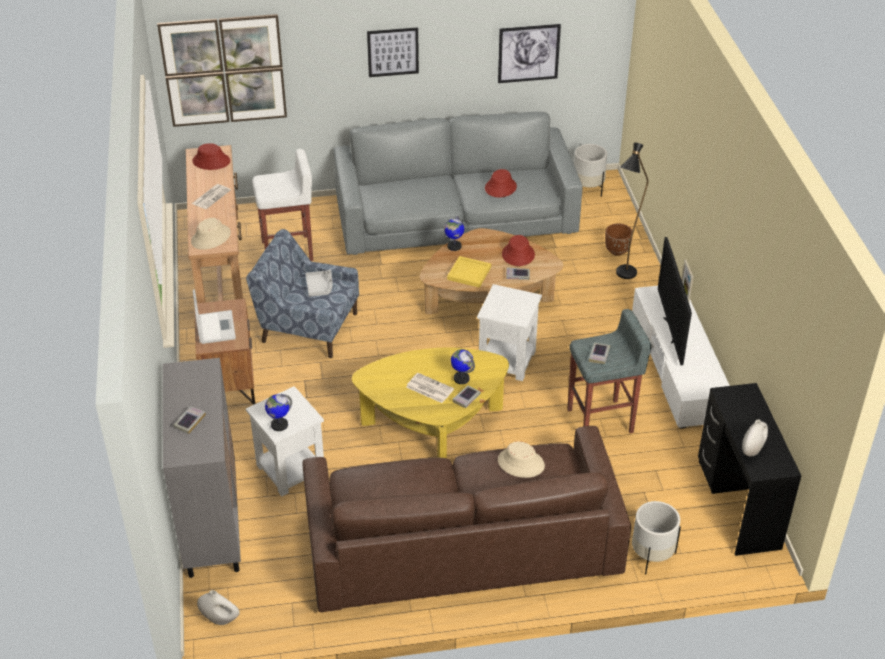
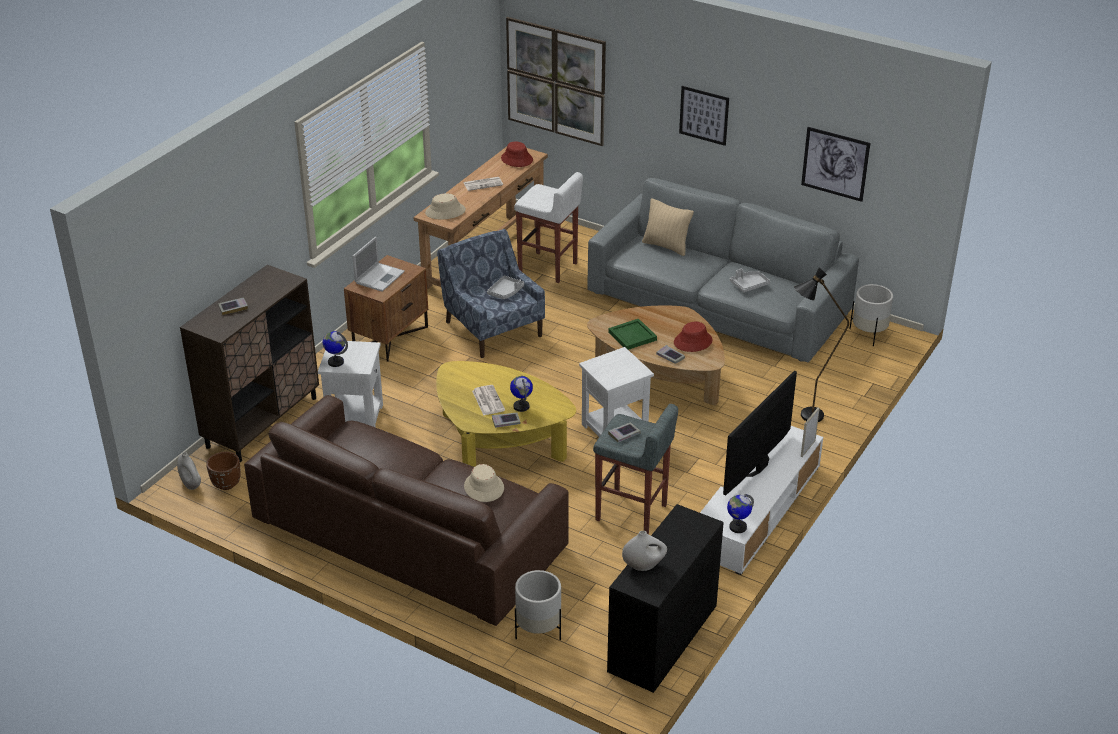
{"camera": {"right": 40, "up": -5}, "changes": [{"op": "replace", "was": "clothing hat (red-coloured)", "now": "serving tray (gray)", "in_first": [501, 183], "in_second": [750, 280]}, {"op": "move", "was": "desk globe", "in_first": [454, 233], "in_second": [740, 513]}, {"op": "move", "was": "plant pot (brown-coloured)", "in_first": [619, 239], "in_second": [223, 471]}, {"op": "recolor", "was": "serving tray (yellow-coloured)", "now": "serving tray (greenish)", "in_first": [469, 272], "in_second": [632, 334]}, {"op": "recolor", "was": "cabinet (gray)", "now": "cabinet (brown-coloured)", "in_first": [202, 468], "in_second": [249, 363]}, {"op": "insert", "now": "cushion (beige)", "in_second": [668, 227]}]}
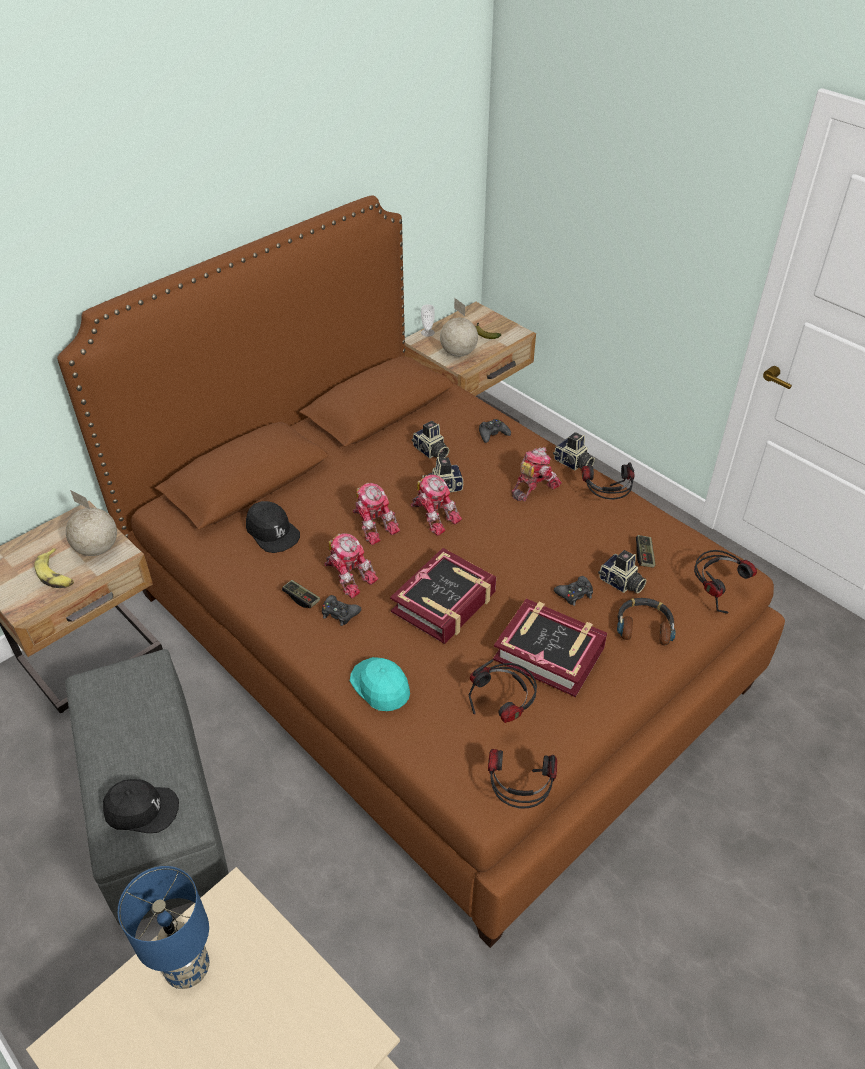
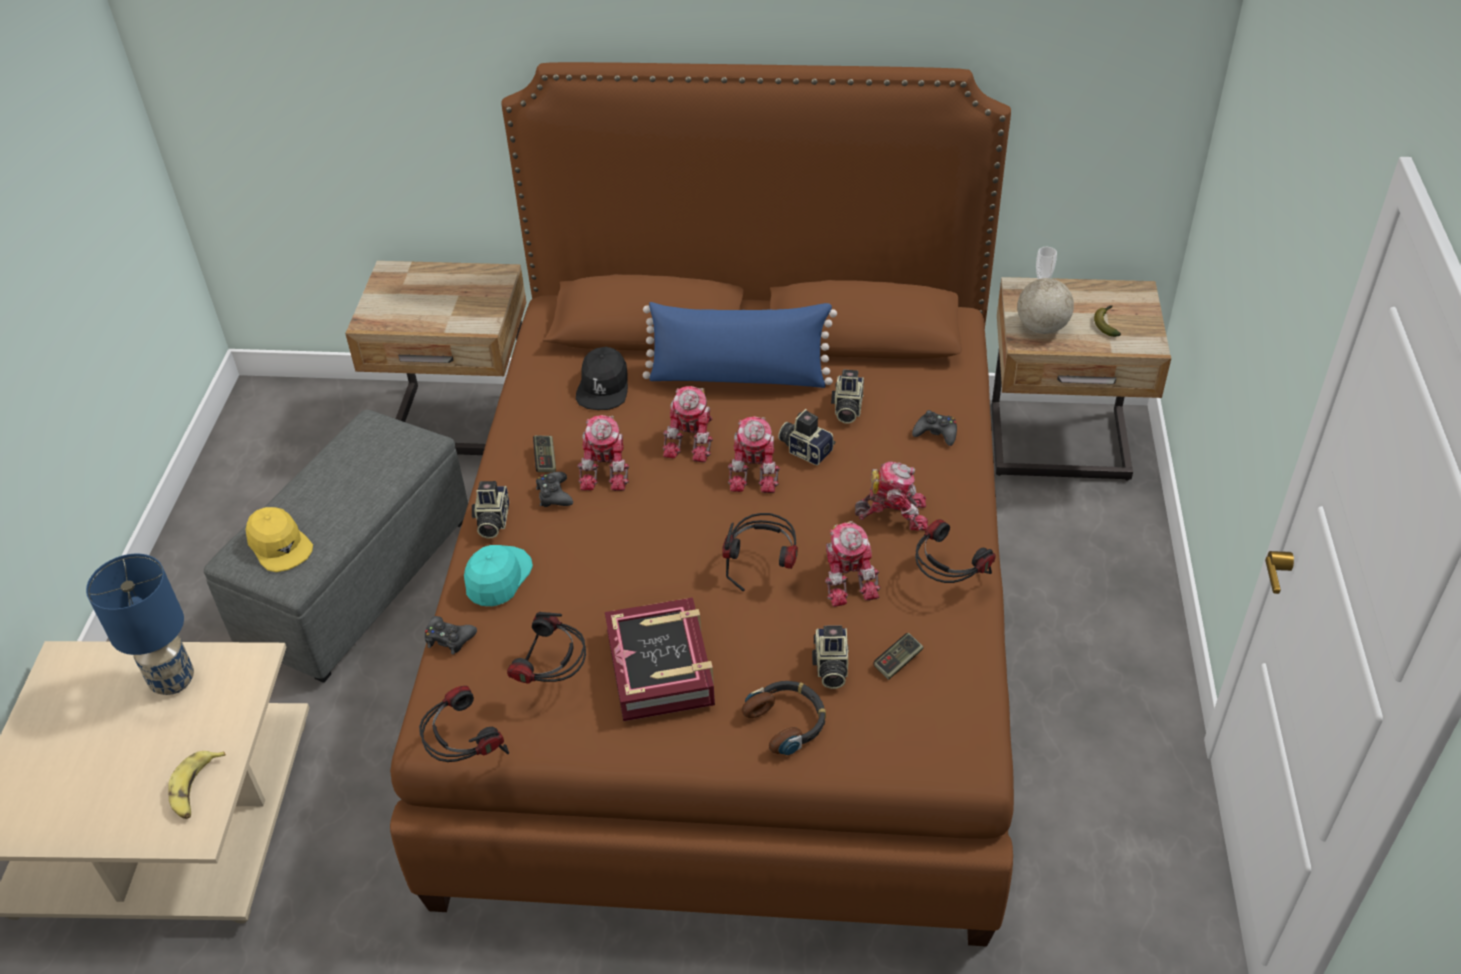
{"camera": {"right": 50, "up": 0}, "changes": [{"op": "move", "was": "still camera", "in_first": [574, 451], "in_second": [490, 510]}, {"op": "delete", "was": "desk globe", "in_first": [91, 523]}, {"op": "move", "was": "banana", "in_first": [54, 568], "in_second": [197, 785]}, {"op": "delete", "was": "bound book", "in_first": [443, 596]}, {"op": "move", "was": "pair of headphones", "in_first": [725, 582], "in_second": [760, 552]}, {"op": "move", "was": "game controller (blackish)", "in_first": [573, 591], "in_second": [451, 635]}, {"op": "recolor", "was": "cap (blackish)", "now": "cap (yellow-coloured)", "in_first": [141, 806], "in_second": [279, 539]}, {"op": "insert", "now": "cushion (bluish)", "in_second": [740, 345]}, {"op": "insert", "now": "model robot", "in_second": [852, 564]}]}
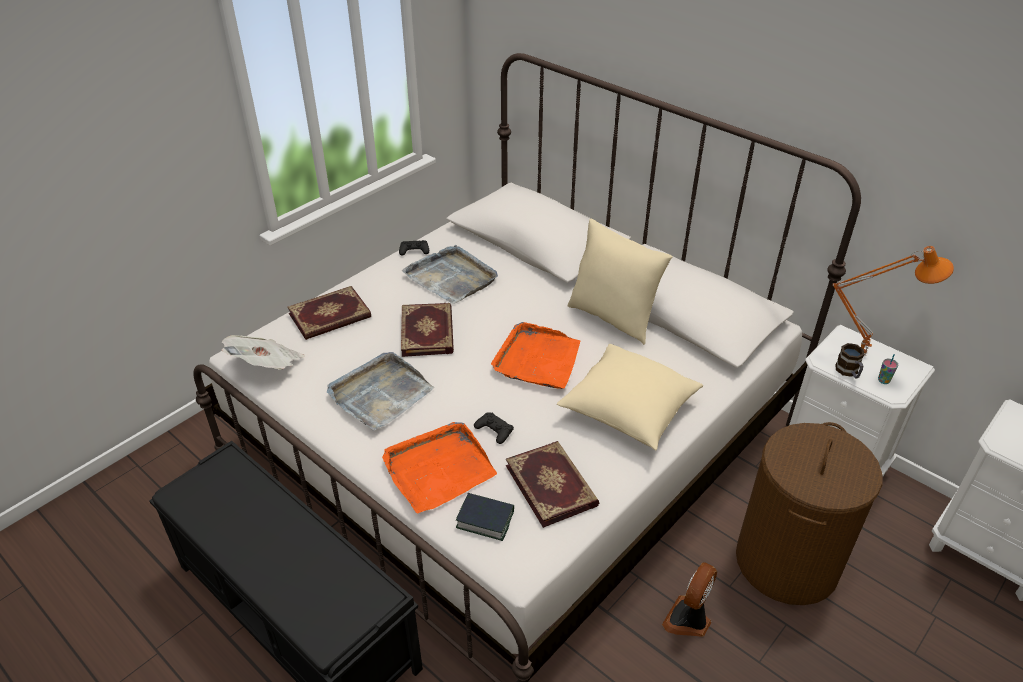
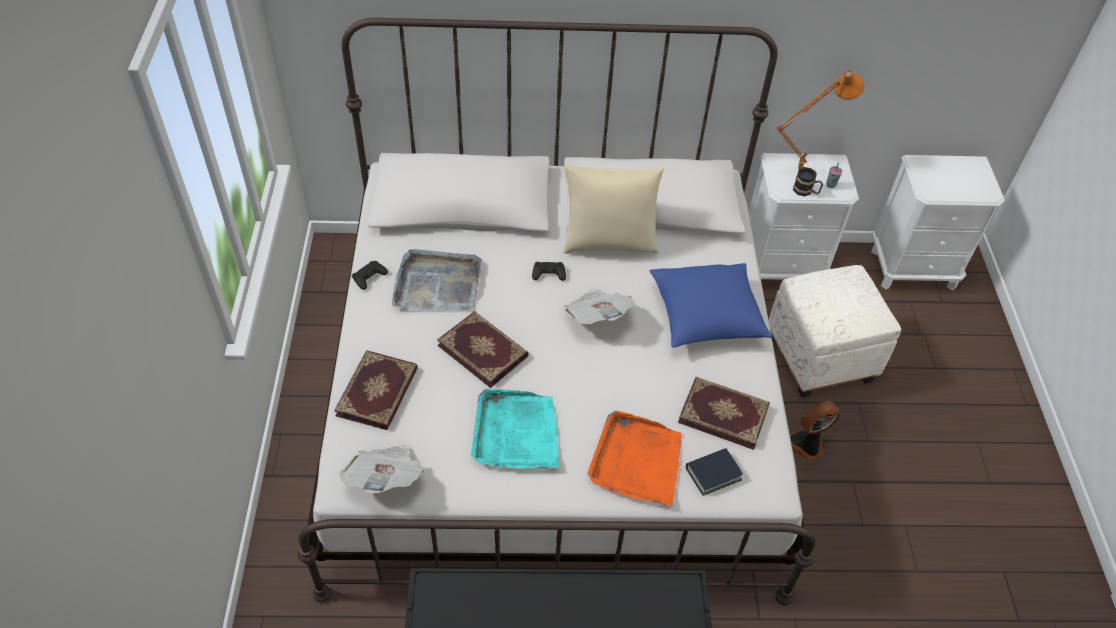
{"camera": {"right": -45, "up": 10}, "changes": [{"op": "replace", "was": "serving tray (orange)", "now": "printed paper", "in_first": [535, 355], "in_second": [599, 306]}, {"op": "recolor", "was": "cushion (beige)", "now": "cushion (bluish)", "in_first": [630, 397], "in_second": [711, 305]}, {"op": "recolor", "was": "serving tray (gray)", "now": "serving tray (turquoise-coloured)", "in_first": [380, 391], "in_second": [515, 428]}, {"op": "move", "was": "game controller (blackish)", "in_first": [494, 428], "in_second": [549, 271]}, {"op": "replace", "was": "laundry basket (brown-coloured)", "now": "pouffe (white)", "in_first": [809, 513], "in_second": [835, 331]}, {"op": "rotate", "was": "cooling fan", "in_first": [689, 599], "in_second": [815, 431], "clockwise": 75}]}
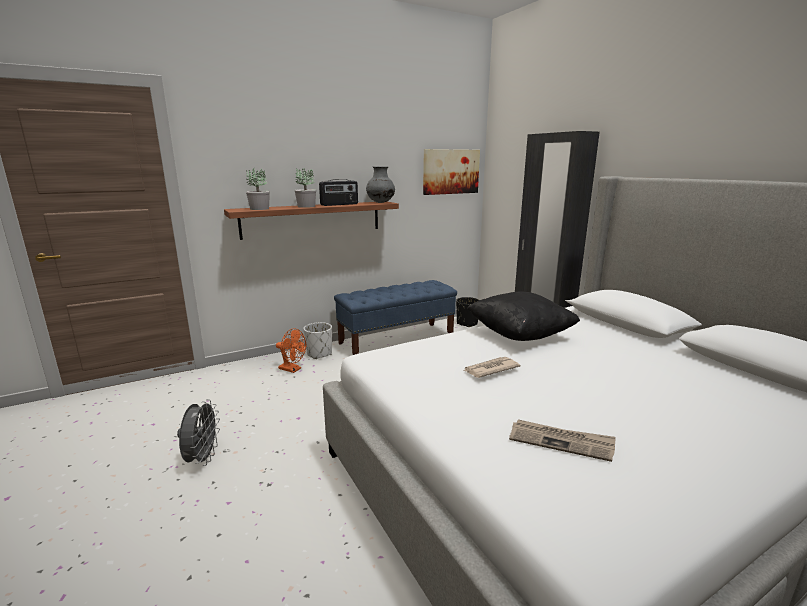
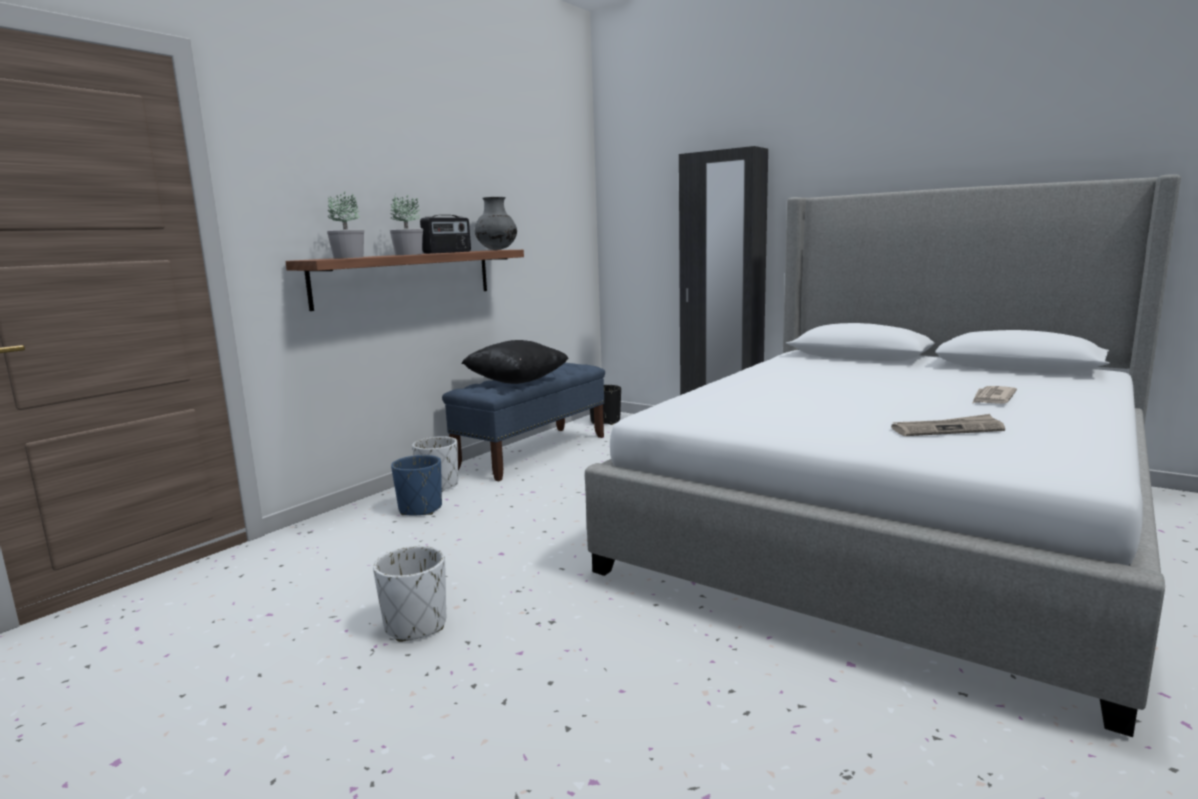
{"camera": {"right": -25, "up": -5}, "changes": [{"op": "delete", "was": "picture", "in_first": [451, 172]}, {"op": "move", "was": "cushion (blackish)", "in_first": [523, 316], "in_second": [514, 362]}, {"op": "replace", "was": "cooling fan (orange)", "now": "plant pot (bluish)", "in_first": [291, 350], "in_second": [416, 485]}, {"op": "move", "was": "printed paper", "in_first": [492, 367], "in_second": [994, 395]}, {"op": "replace", "was": "cooling fan (gray)", "now": "plant pot (white)", "in_first": [198, 432], "in_second": [409, 594]}]}
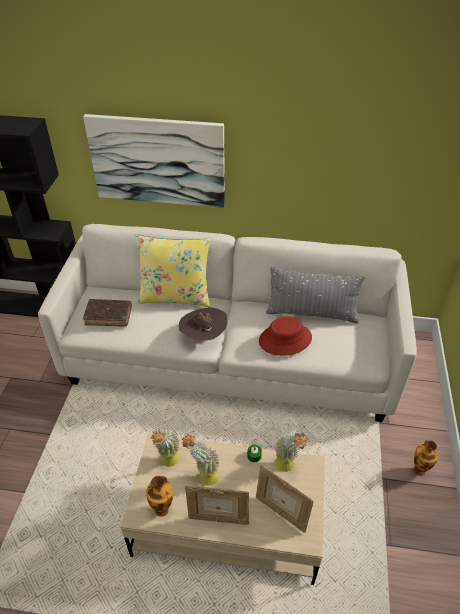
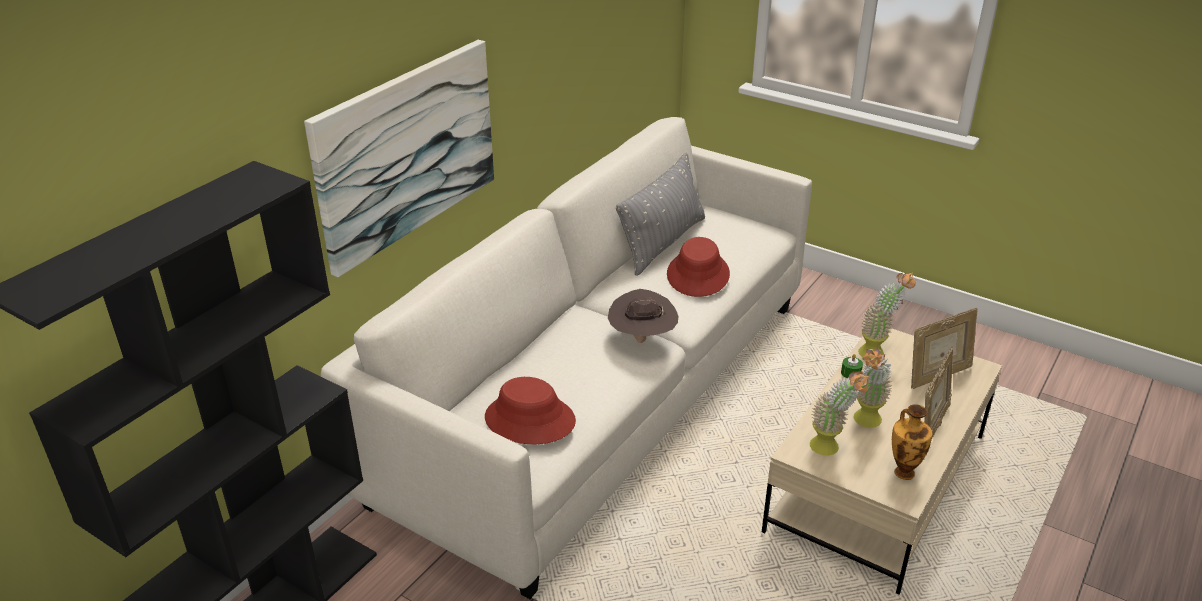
{"camera": {"right": -65, "up": -10}, "changes": [{"op": "delete", "was": "cushion (yellow-coloured)", "in_first": [173, 270]}, {"op": "replace", "was": "bound book (brown-coloured)", "now": "clothing hat (red-coloured)", "in_first": [107, 313], "in_second": [530, 410]}, {"op": "delete", "was": "decorative vase", "in_first": [426, 458]}]}
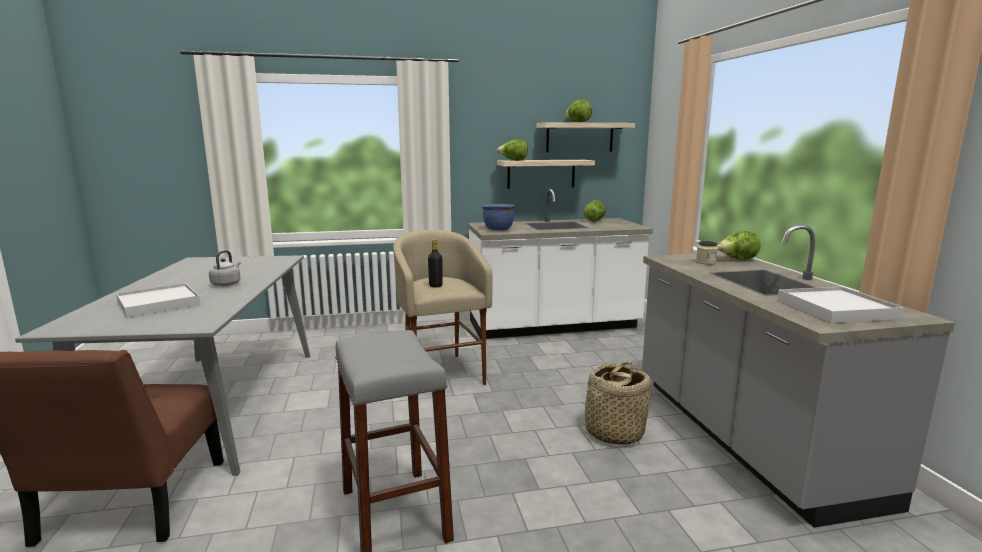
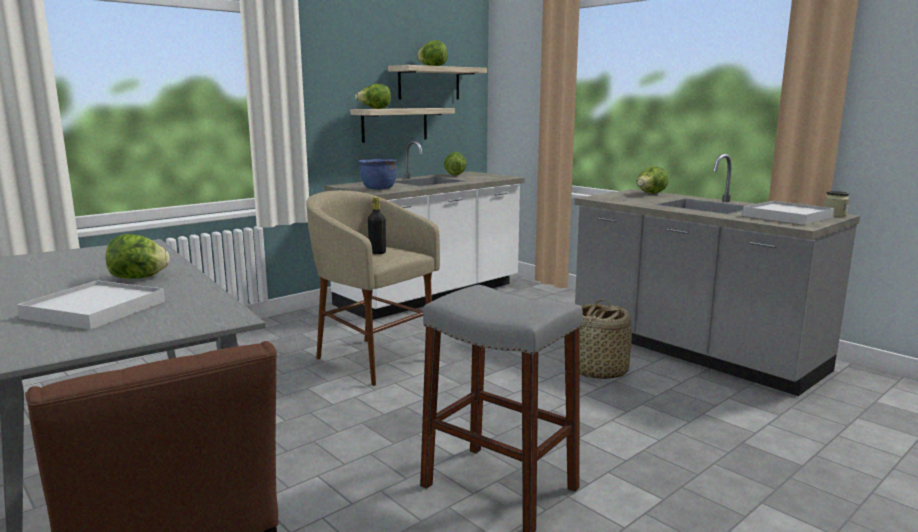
{"camera": {"right": -30, "up": 0}, "changes": [{"op": "move", "was": "storage jar", "in_first": [707, 253], "in_second": [836, 204]}, {"op": "replace", "was": "water kettle (gray)", "now": "lettuce head", "in_first": [225, 268], "in_second": [138, 256]}]}
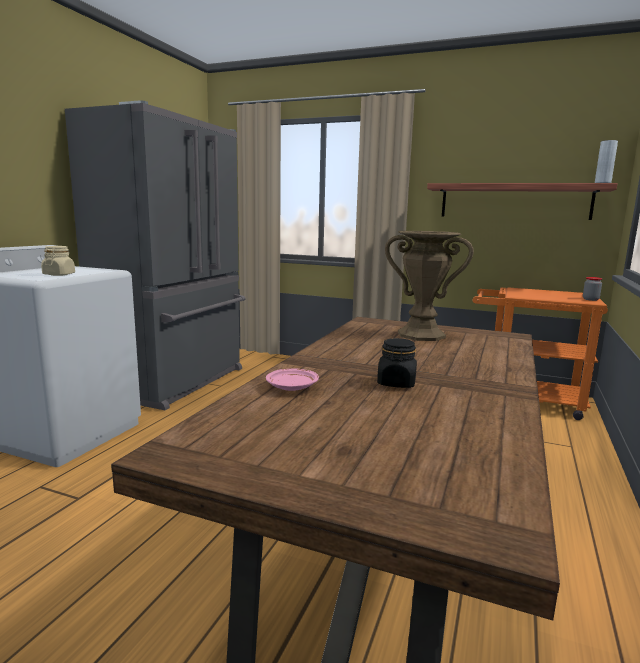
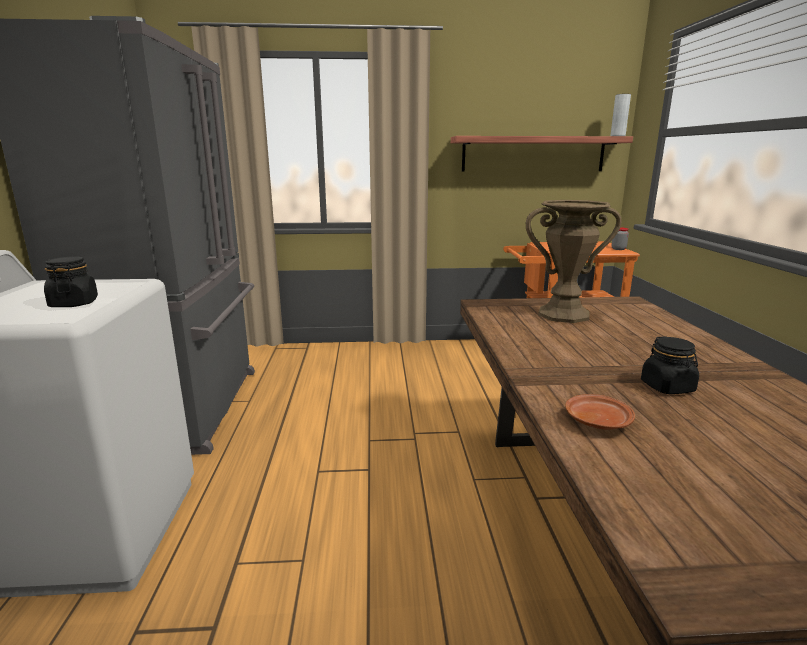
{"camera": {"right": -25, "up": 5}, "changes": [{"op": "recolor", "was": "storage jar (beige)", "now": "storage jar (blackish)", "in_first": [58, 261], "in_second": [71, 282]}, {"op": "recolor", "was": "dinner plate (pinkish)", "now": "dinner plate (brown-coloured)", "in_first": [292, 380], "in_second": [600, 412]}]}
